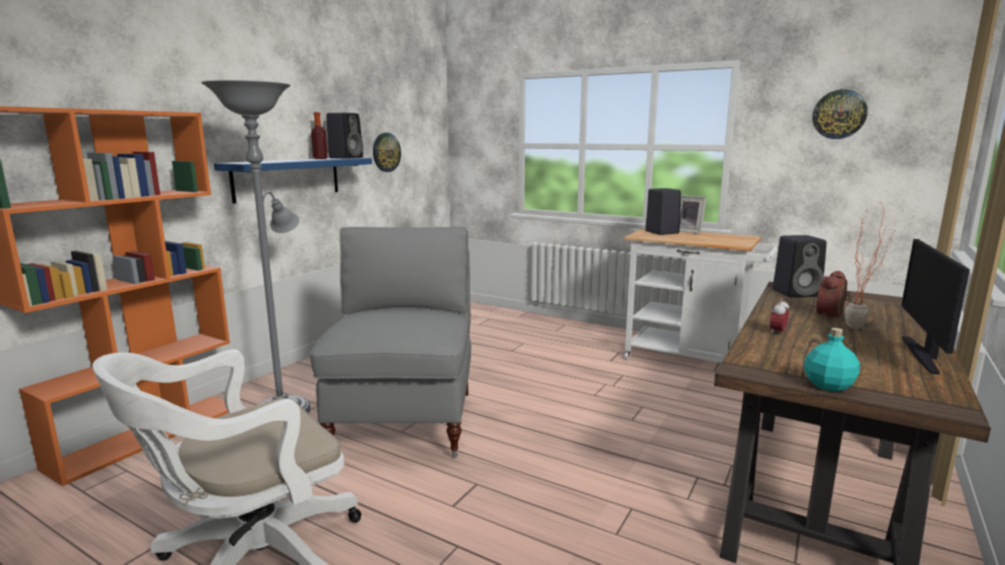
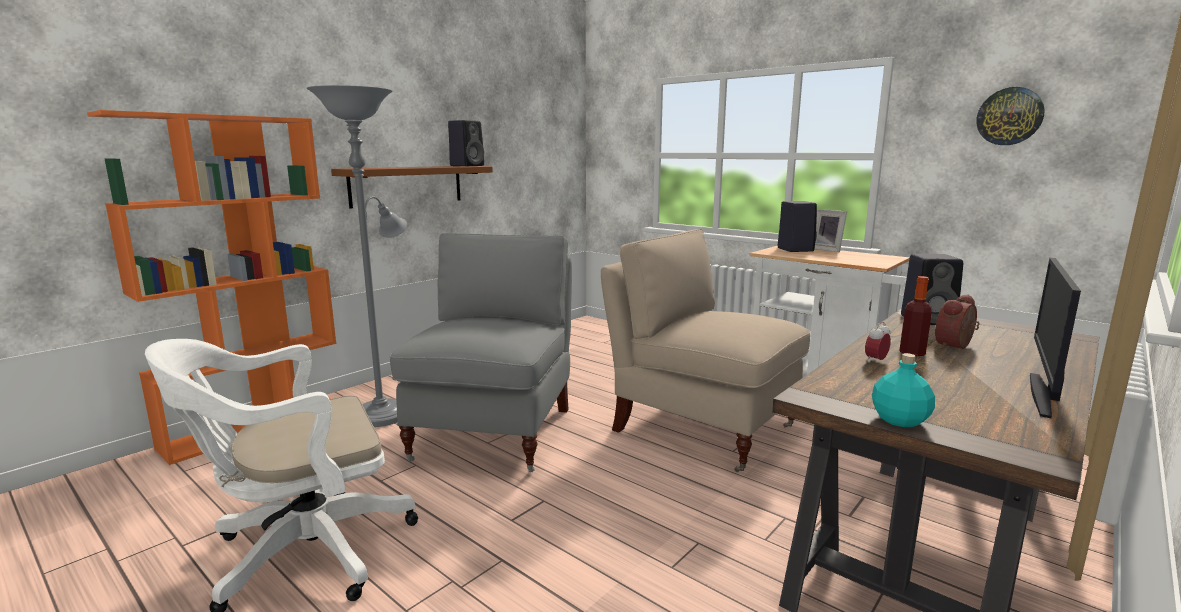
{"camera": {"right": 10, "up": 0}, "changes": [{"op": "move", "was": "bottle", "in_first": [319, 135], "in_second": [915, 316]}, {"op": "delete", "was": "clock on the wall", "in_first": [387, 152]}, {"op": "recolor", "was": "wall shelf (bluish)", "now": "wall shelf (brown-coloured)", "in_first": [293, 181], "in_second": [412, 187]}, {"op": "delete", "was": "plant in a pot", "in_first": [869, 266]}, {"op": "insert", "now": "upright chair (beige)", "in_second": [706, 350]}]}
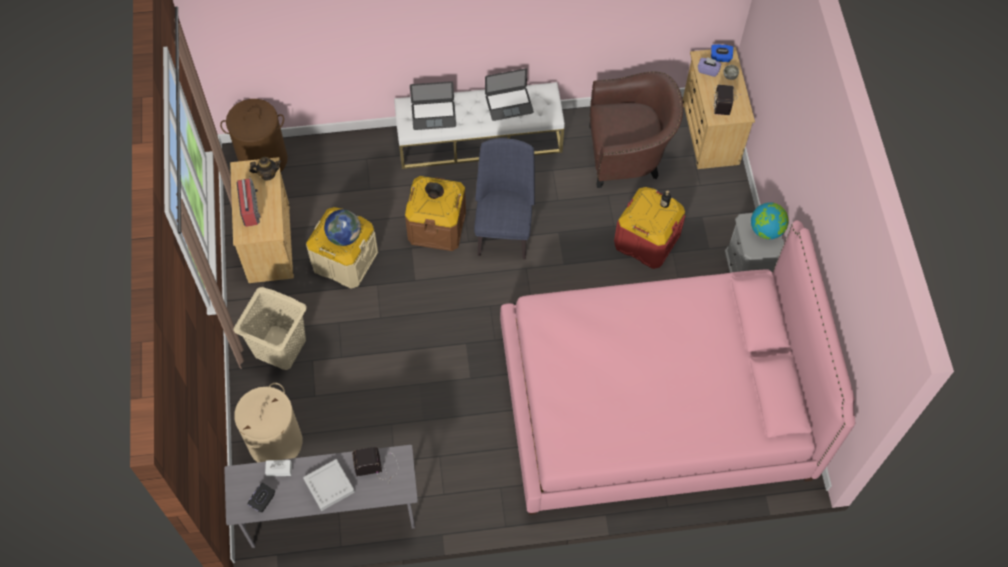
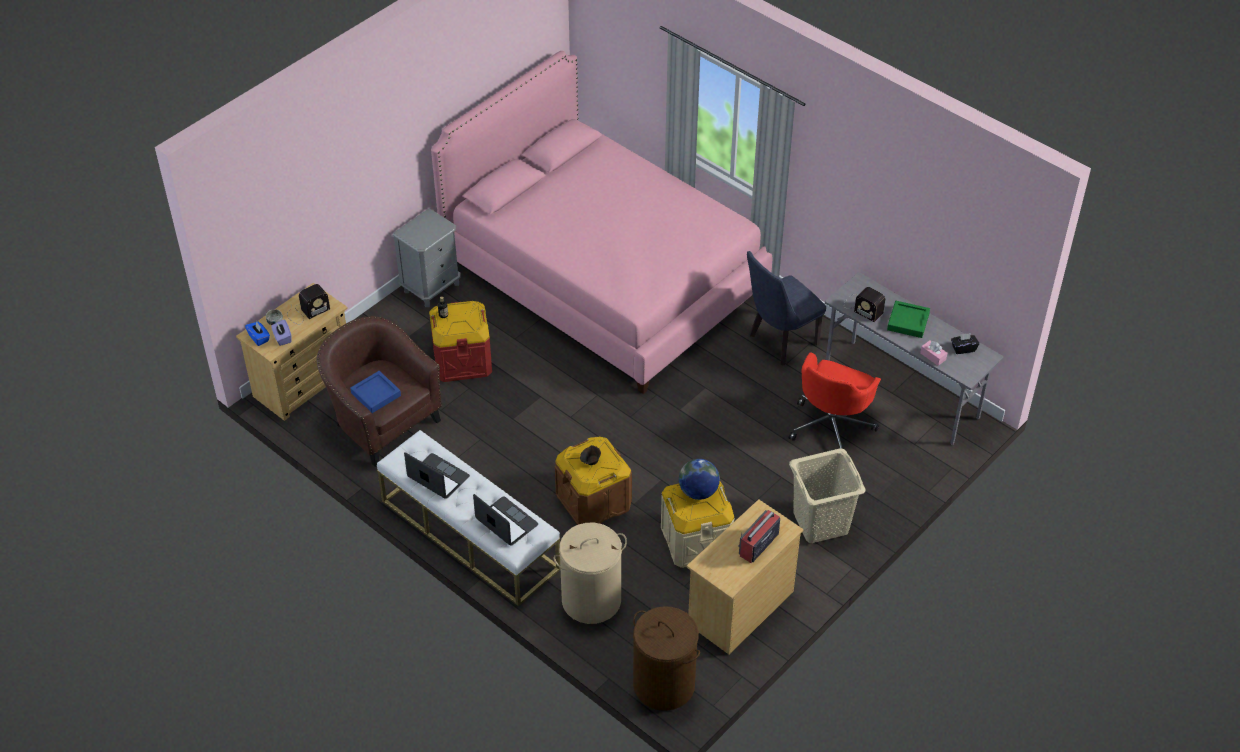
{"camera": {"right": -130, "up": -15}, "changes": [{"op": "move", "was": "upright chair (bluish)", "in_first": [504, 198], "in_second": [786, 308]}, {"op": "delete", "was": "tea pot", "in_first": [265, 169]}, {"op": "delete", "was": "desk globe", "in_first": [770, 221]}, {"op": "move", "was": "laundry basket (beige)", "in_first": [268, 422], "in_second": [590, 573]}, {"op": "recolor", "was": "serving tray (gray)", "now": "serving tray (greenish)", "in_first": [329, 485], "in_second": [908, 319]}, {"op": "recolor", "was": "box of tissues (white)", "now": "box of tissues (pinkish)", "in_first": [278, 468], "in_second": [933, 353]}, {"op": "insert", "now": "computer chair (red-coloured)", "in_second": [835, 400]}, {"op": "insert", "now": "serving tray (bluish)", "in_second": [375, 392]}]}
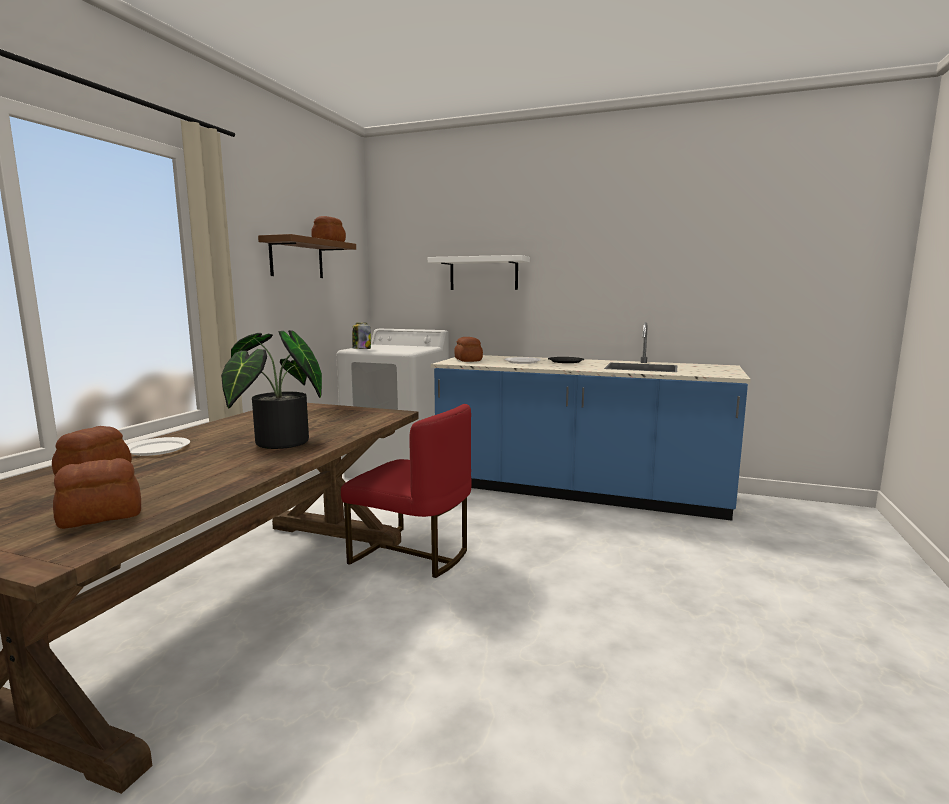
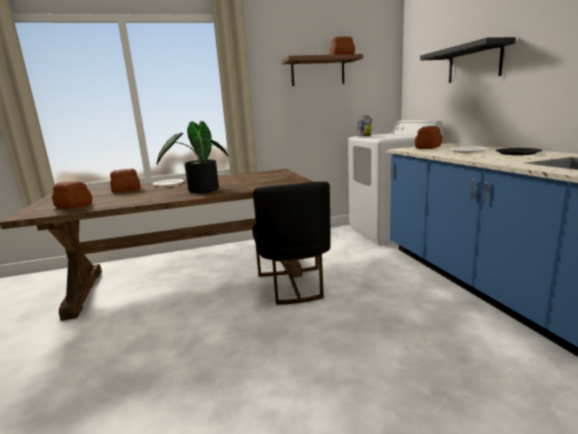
{"camera": {"right": 55, "up": 5}, "changes": [{"op": "recolor", "was": "wall shelf (white)", "now": "wall shelf (blackish)", "in_first": [479, 272], "in_second": [468, 60]}, {"op": "recolor", "was": "upright chair (red-coloured)", "now": "upright chair (blackish)", "in_first": [406, 491], "in_second": [291, 243]}]}
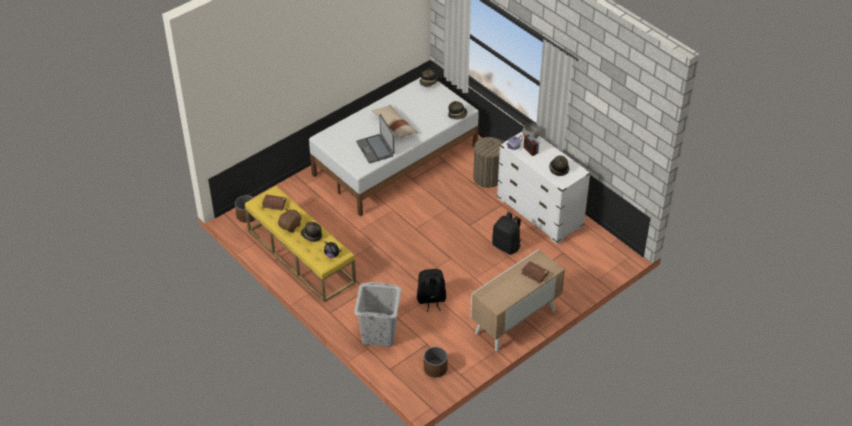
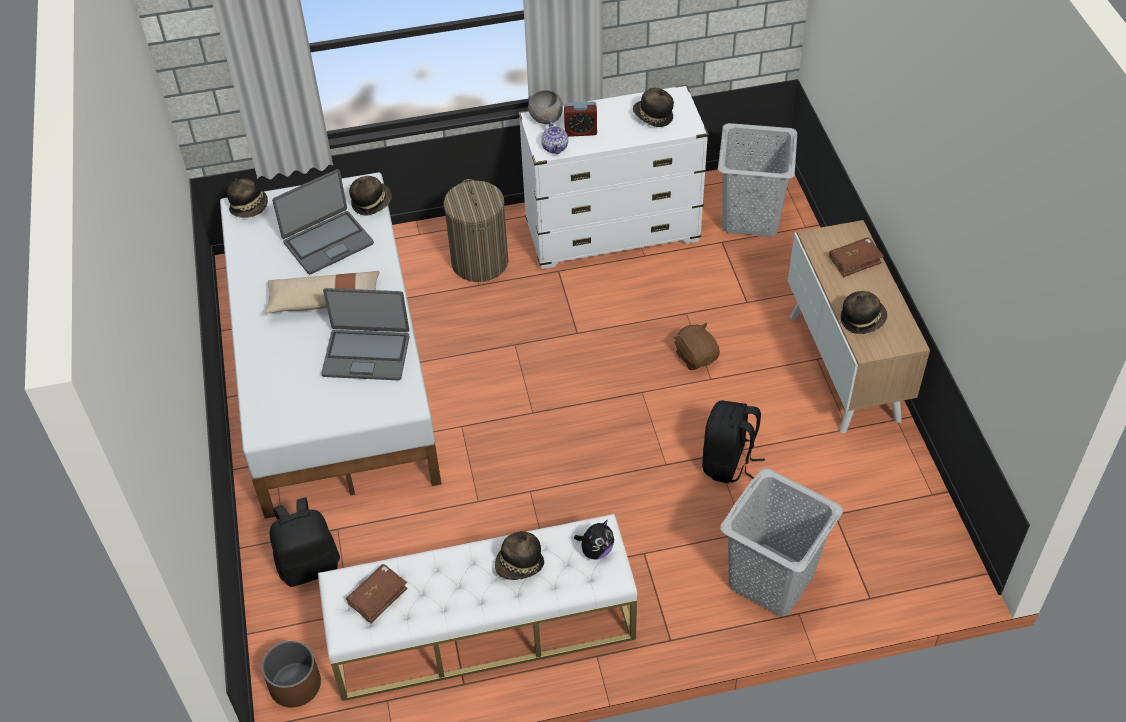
{"camera": {"right": -60, "up": 5}, "changes": [{"op": "recolor", "was": "long seat (yellow-coloured)", "now": "long seat (white)", "in_first": [300, 244], "in_second": [477, 607]}, {"op": "move", "was": "plush toy (brown-coloured)", "in_first": [289, 220], "in_second": [697, 346]}, {"op": "move", "was": "knapsack (blackish)", "in_first": [506, 233], "in_second": [305, 542]}, {"op": "delete", "was": "plant pot (brown-coloured)", "in_first": [436, 362]}, {"op": "insert", "now": "laundry basket (gray)", "in_second": [757, 180]}, {"op": "insert", "now": "laptop", "in_second": [323, 221]}, {"op": "insert", "now": "clothing hat", "in_second": [864, 312]}]}
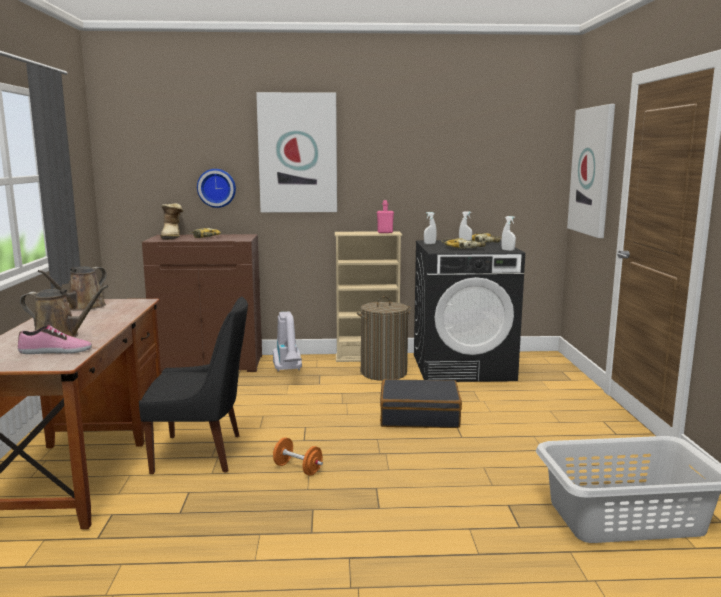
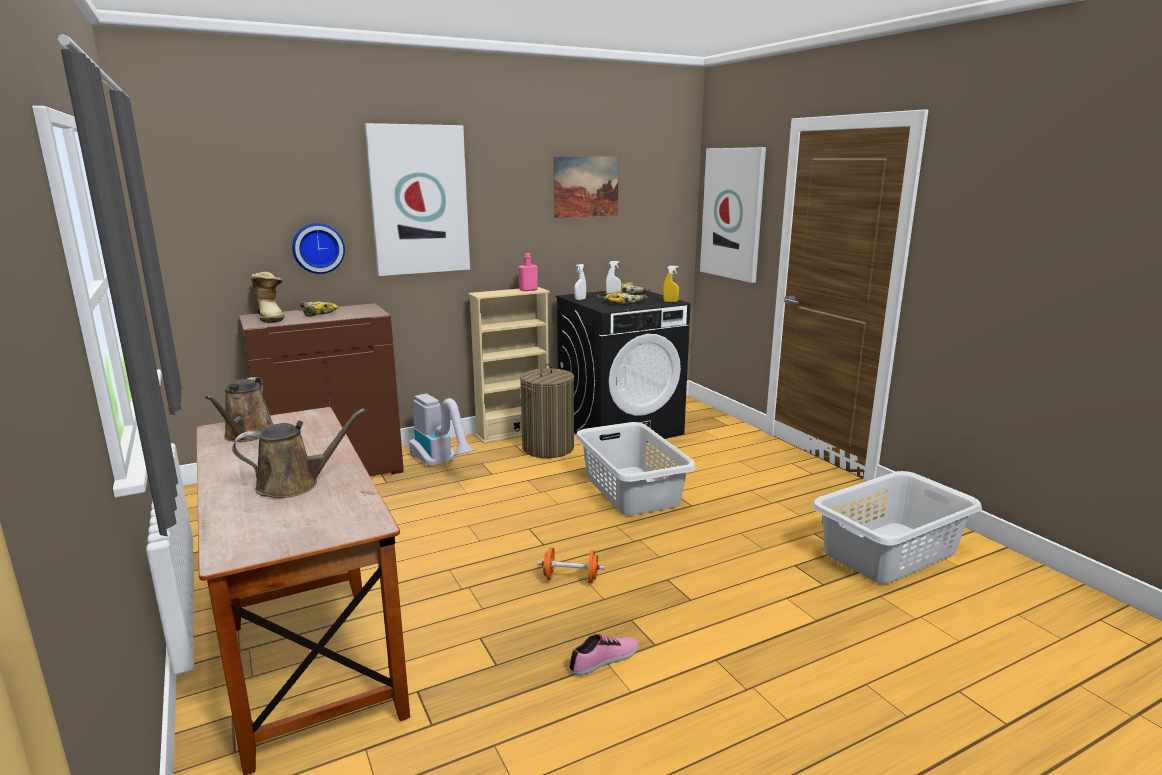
{"camera": {"right": -25, "up": 5}, "changes": [{"op": "recolor", "was": "hand sprayer (white)", "now": "hand sprayer (yellow-coloured)", "in_first": [508, 233], "in_second": [671, 284]}, {"op": "delete", "was": "upright chair (blackish)", "in_first": [193, 385]}, {"op": "move", "was": "item of footwear", "in_first": [55, 339], "in_second": [604, 654]}, {"op": "replace", "was": "travel case (blackish)", "now": "laundry basket (gray)", "in_first": [421, 403], "in_second": [636, 469]}, {"op": "insert", "now": "picture", "in_second": [586, 187]}]}
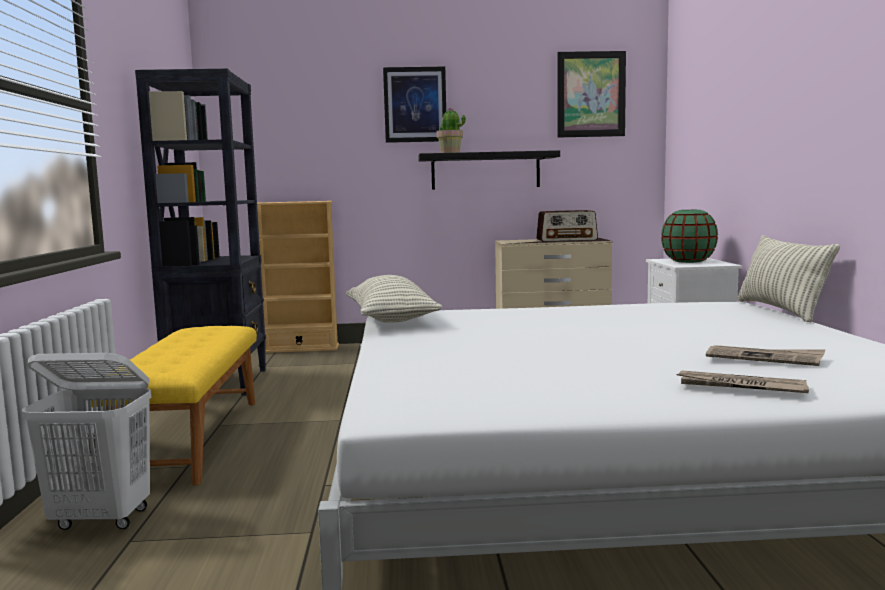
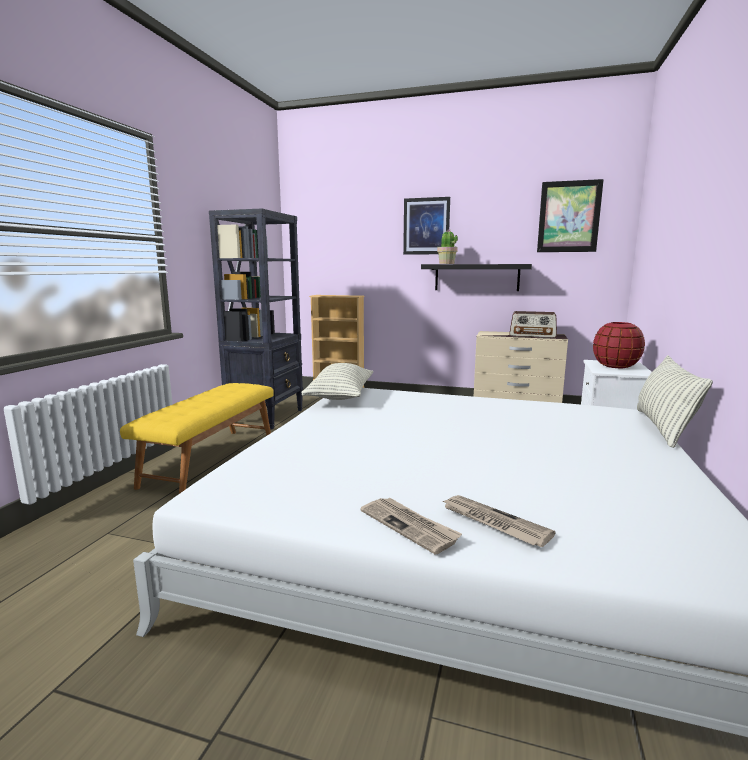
{"camera": {"right": 20, "up": 5}, "changes": [{"op": "recolor", "was": "decorative vase (greenish)", "now": "decorative vase (red-coloured)", "in_first": [689, 236], "in_second": [619, 345]}, {"op": "move", "was": "printed paper", "in_first": [765, 355], "in_second": [411, 526]}, {"op": "delete", "was": "laundry basket (white)", "in_first": [86, 441]}]}
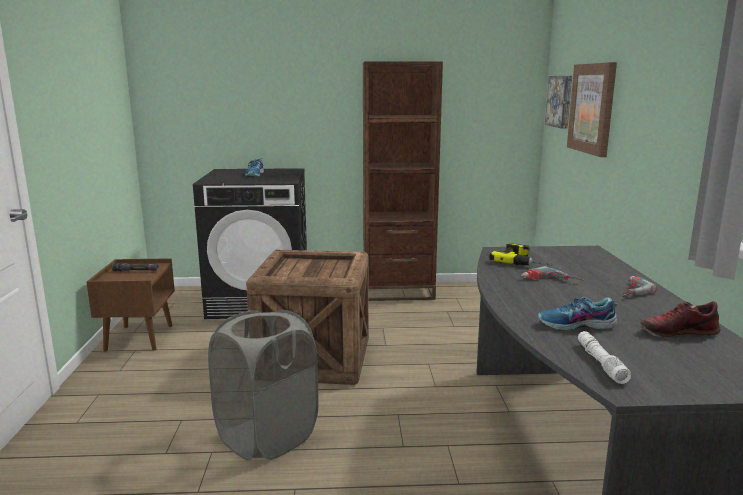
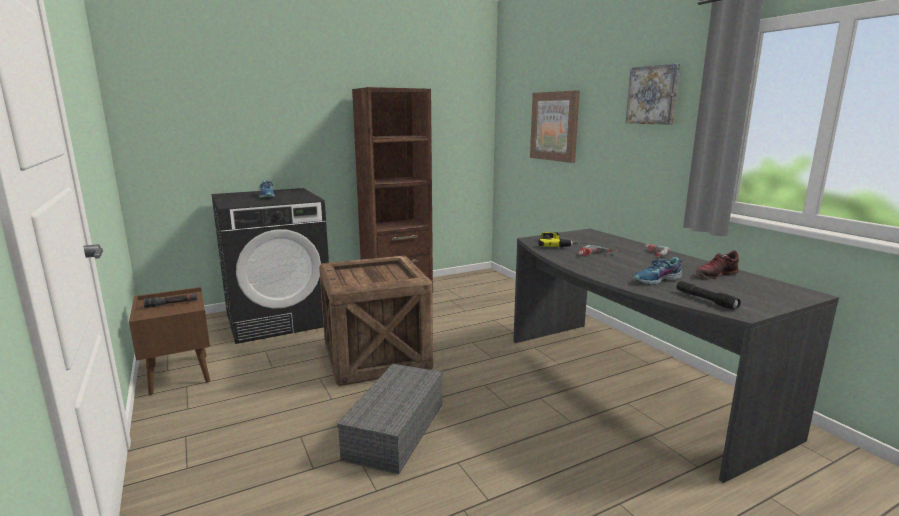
{"camera": {"right": -25, "up": 0}, "changes": [{"op": "move", "was": "picture", "in_first": [558, 102], "in_second": [653, 94]}, {"op": "replace", "was": "laundry basket (gray)", "now": "storage box (gray)", "in_first": [263, 385], "in_second": [390, 419]}, {"op": "recolor", "was": "torch (white)", "now": "torch (blackish)", "in_first": [604, 357], "in_second": [709, 295]}]}
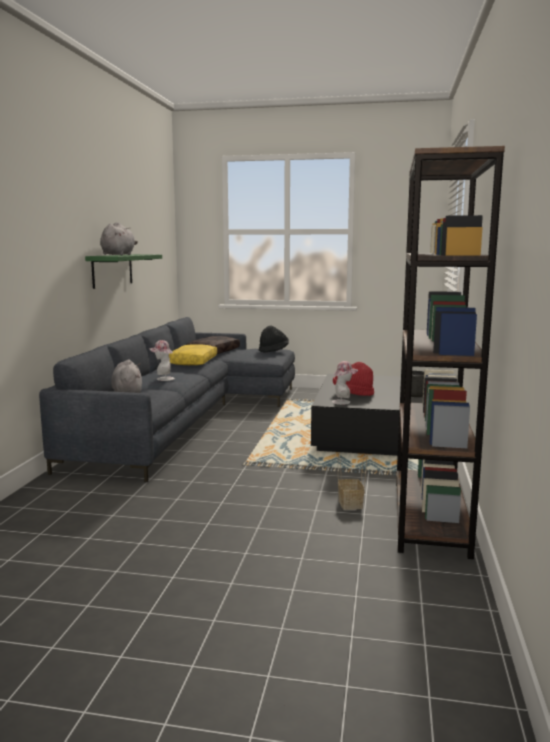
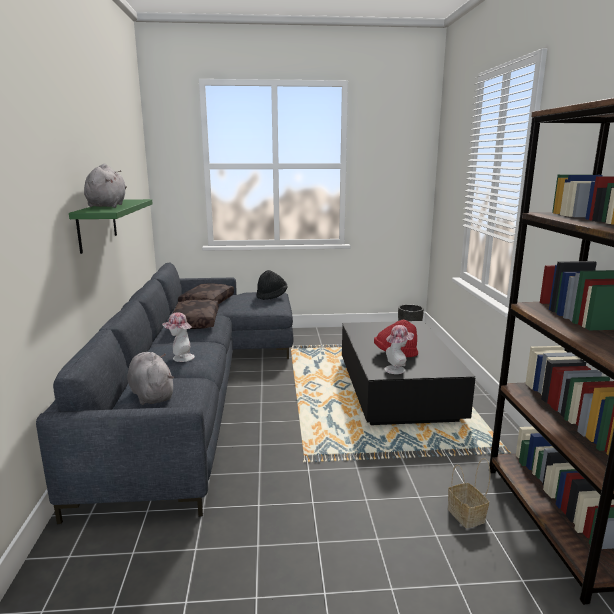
{"camera": {"right": -15, "up": 5}, "changes": [{"op": "recolor", "was": "cushion (yellow-coloured)", "now": "cushion (brown-coloured)", "in_first": [193, 354], "in_second": [195, 314]}]}
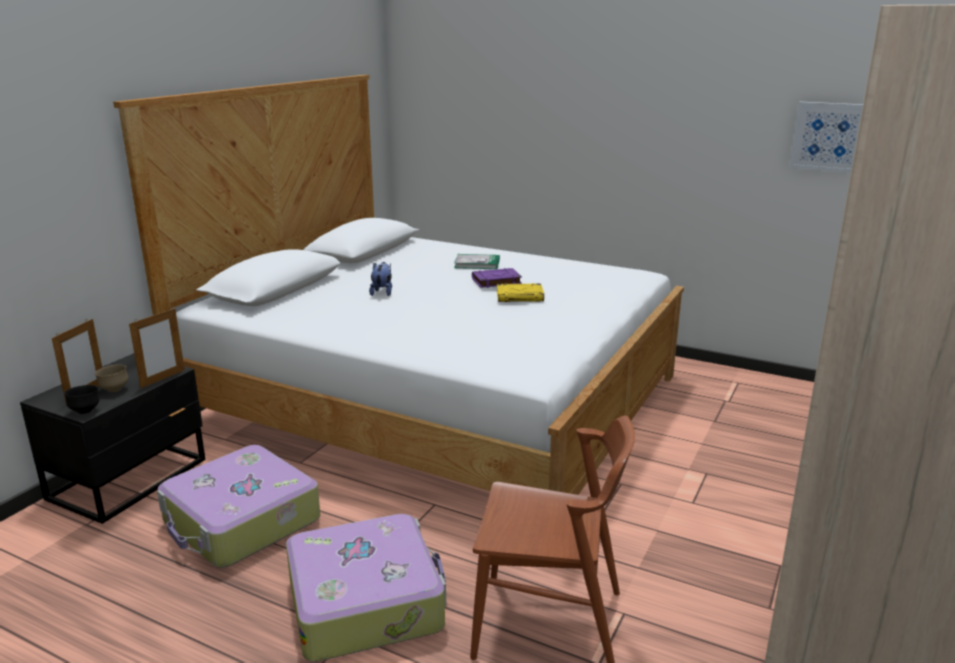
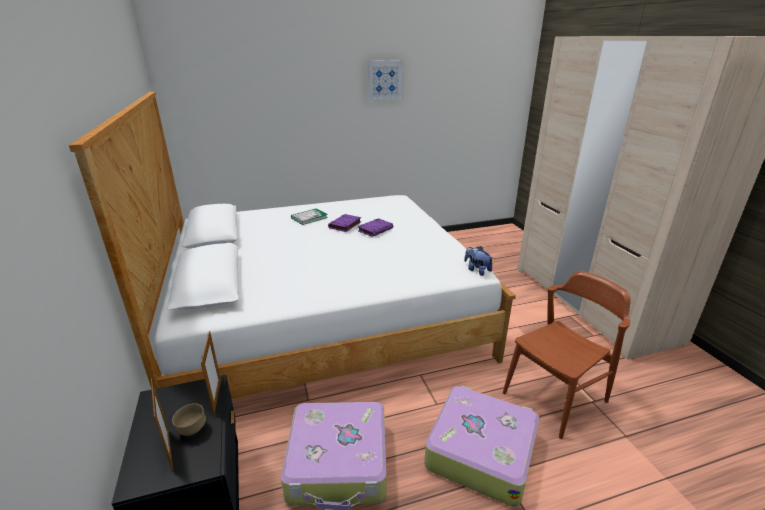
{"camera": {"right": -45, "up": 5}, "changes": [{"op": "move", "was": "picture", "in_first": [826, 137], "in_second": [385, 80]}, {"op": "move", "was": "plush toy", "in_first": [380, 279], "in_second": [478, 261]}, {"op": "recolor", "was": "bound book (yellow-coloured)", "now": "bound book (purplish)", "in_first": [520, 292], "in_second": [375, 227]}, {"op": "delete", "was": "bowl (blackish)", "in_first": [82, 399]}]}
